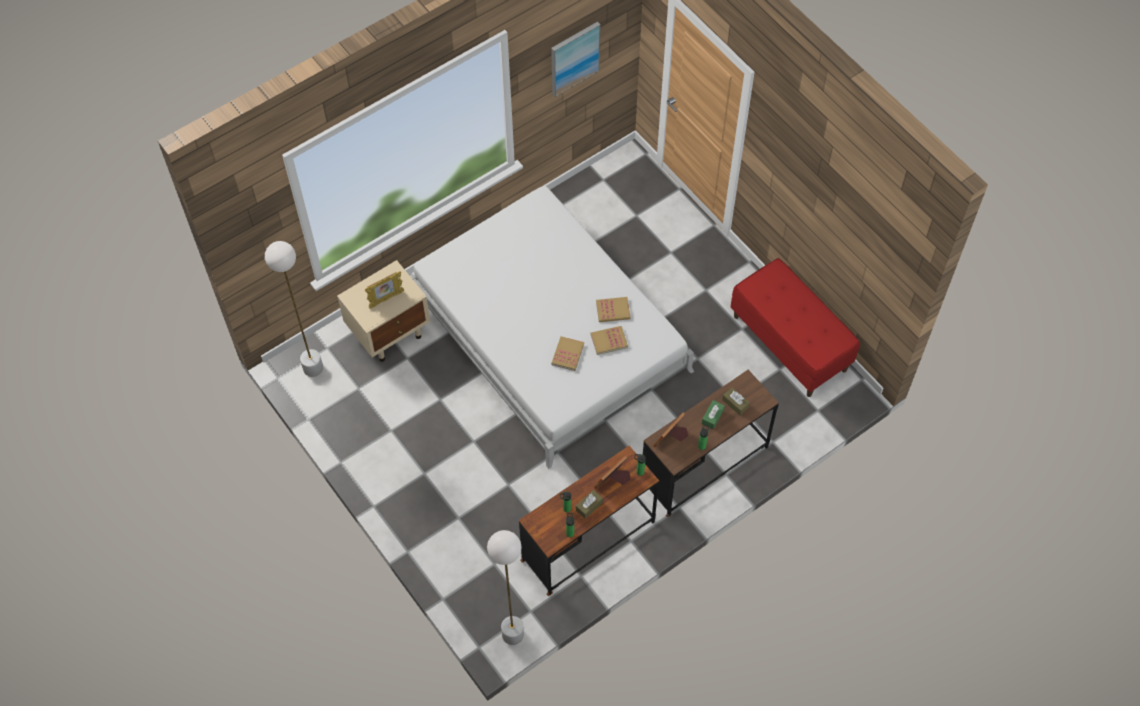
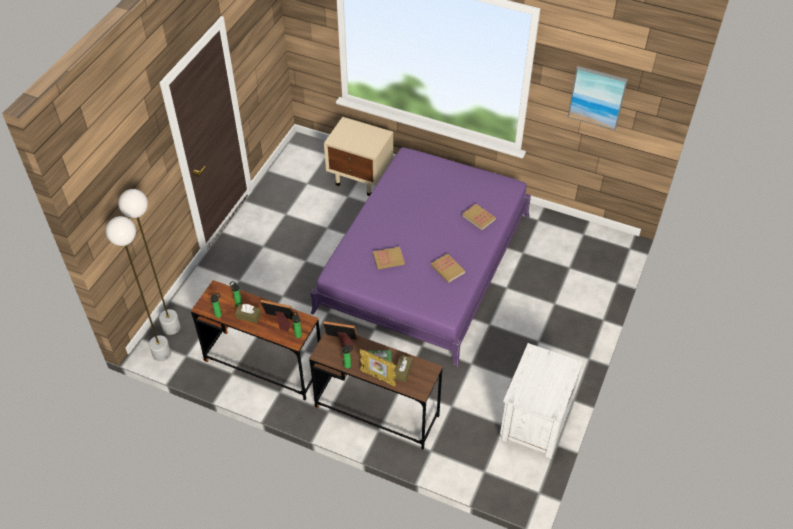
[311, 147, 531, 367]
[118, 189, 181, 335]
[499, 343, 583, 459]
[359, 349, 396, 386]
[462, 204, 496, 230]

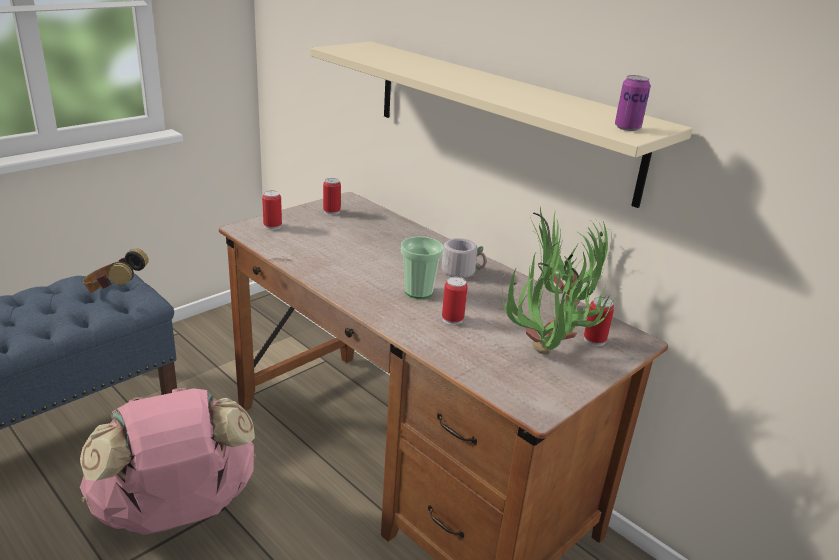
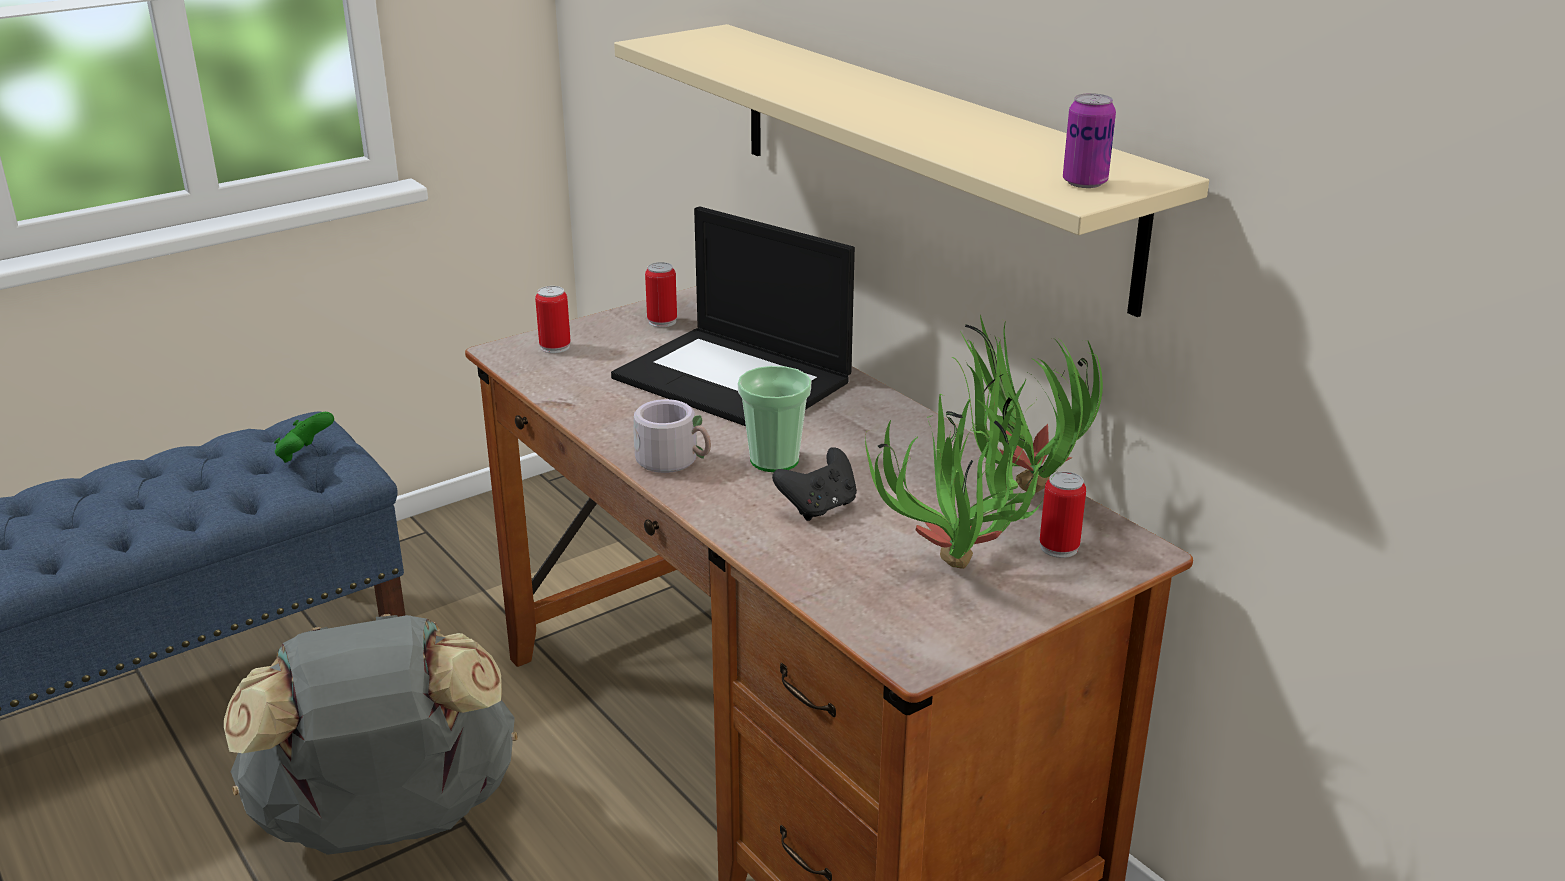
[633, 399, 711, 473]
[274, 412, 334, 463]
[772, 447, 857, 521]
[224, 614, 518, 855]
[611, 206, 855, 426]

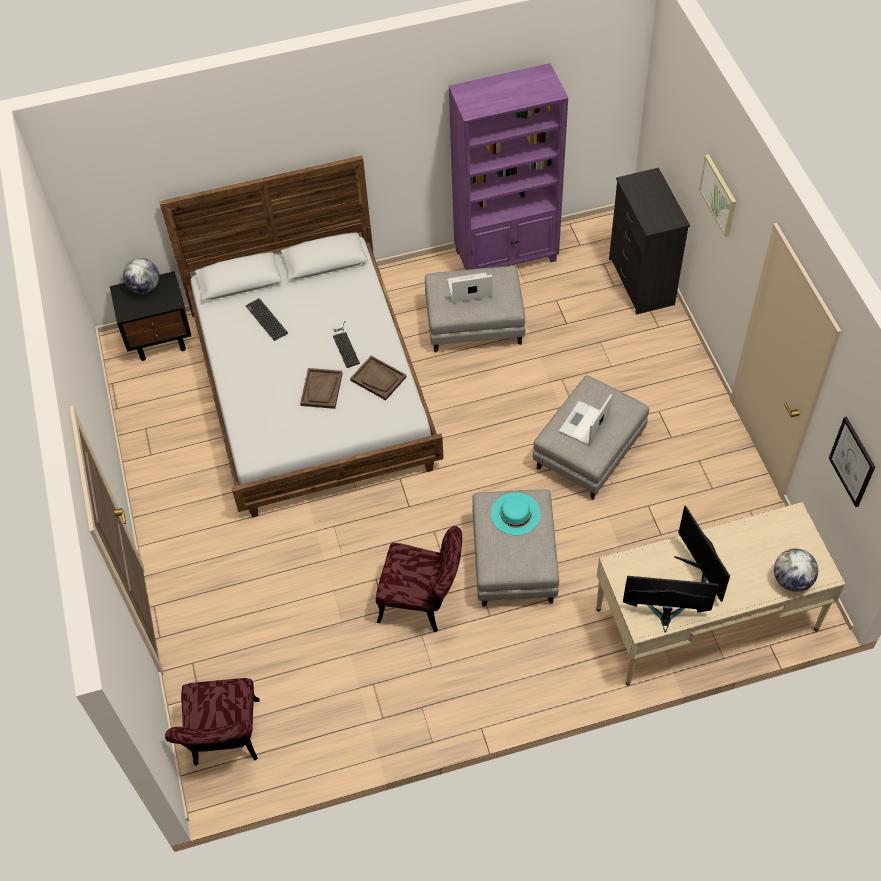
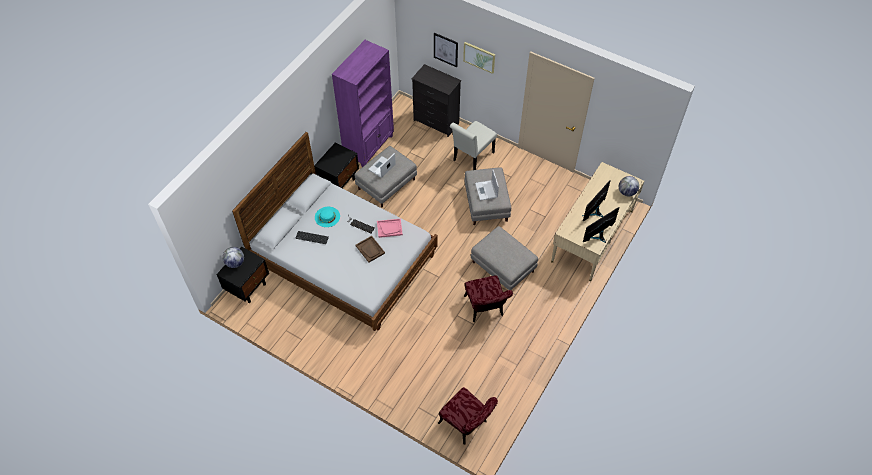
[377, 219, 403, 238]
[434, 33, 458, 67]
[315, 207, 340, 227]
[582, 180, 611, 221]
[464, 276, 513, 322]
[450, 121, 497, 170]
[314, 143, 359, 188]

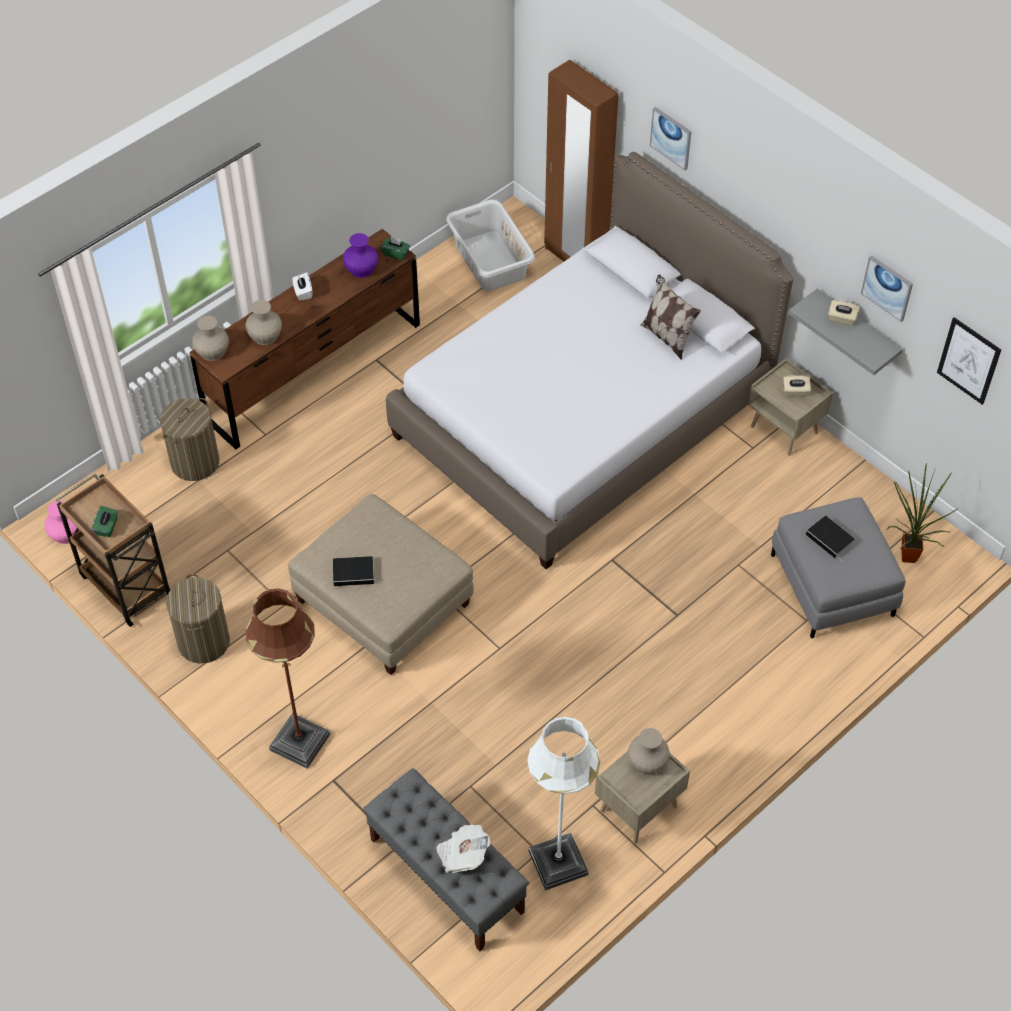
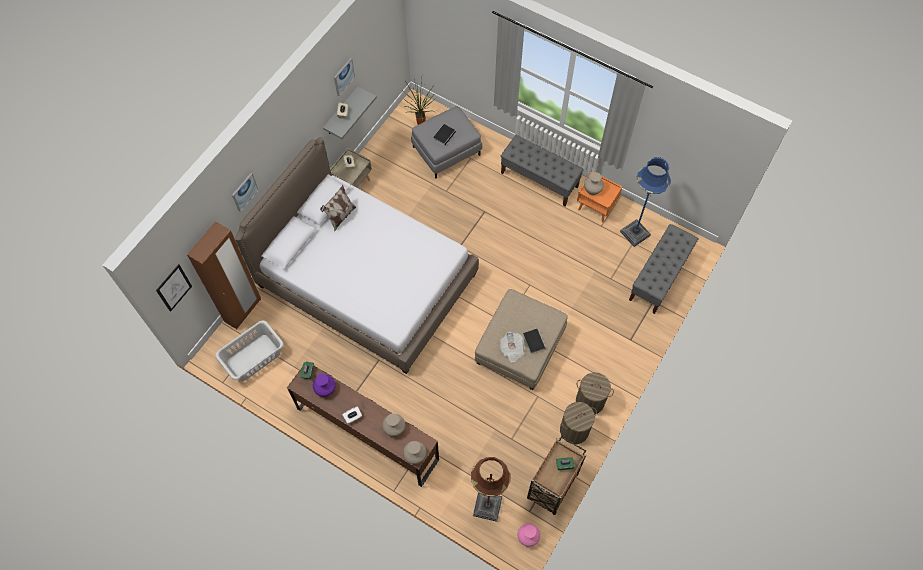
[156, 264, 192, 312]
[576, 372, 614, 414]
[471, 457, 510, 522]
[620, 157, 671, 247]
[577, 172, 622, 223]
[500, 331, 525, 363]
[501, 135, 584, 206]

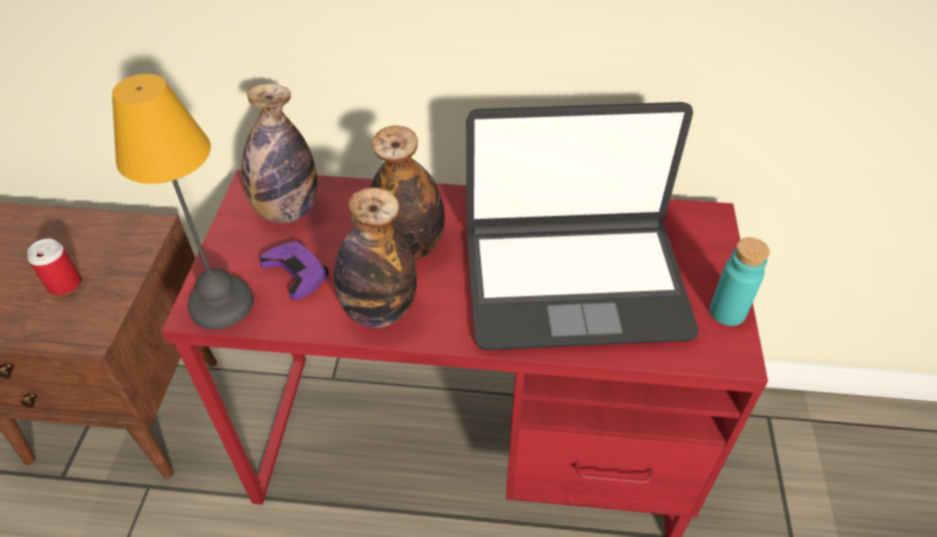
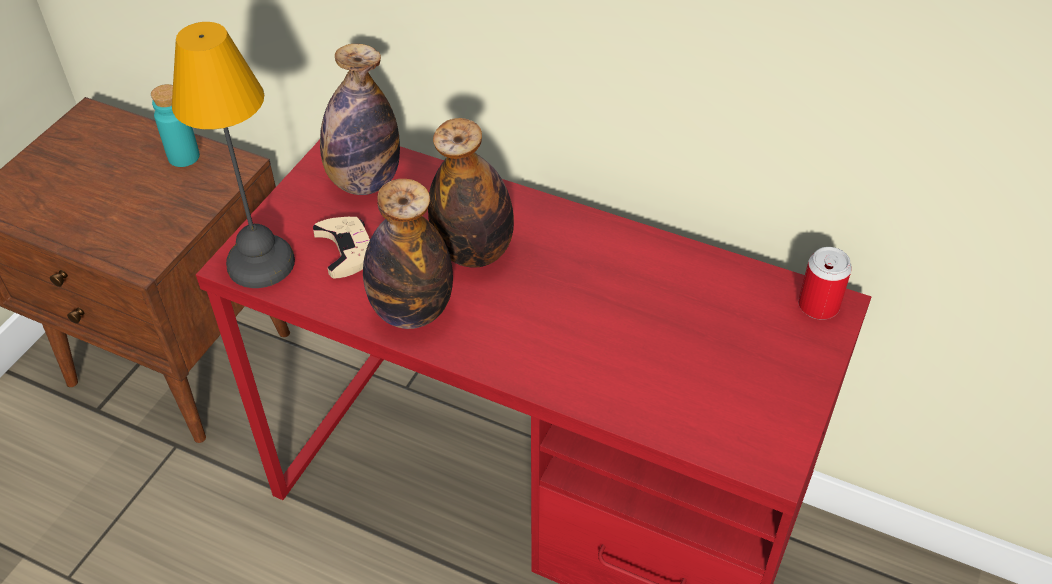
[466, 102, 699, 350] (first image)
[151, 84, 200, 167]
[798, 247, 852, 320]
[313, 217, 370, 278]

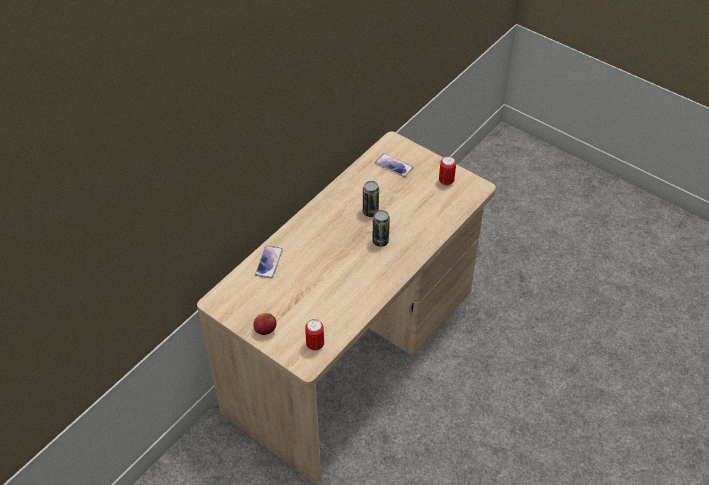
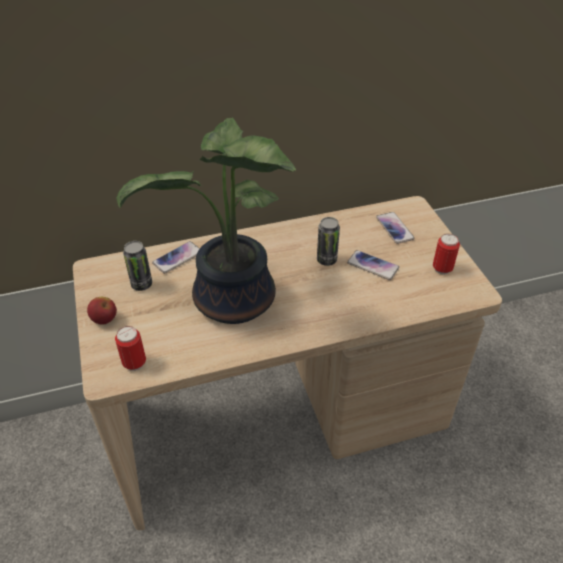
[123, 241, 152, 291]
[116, 117, 296, 324]
[347, 250, 399, 280]

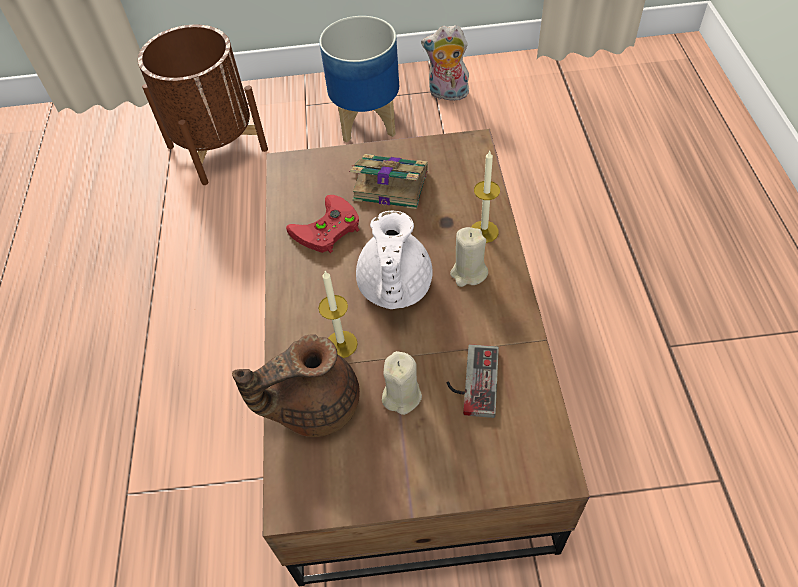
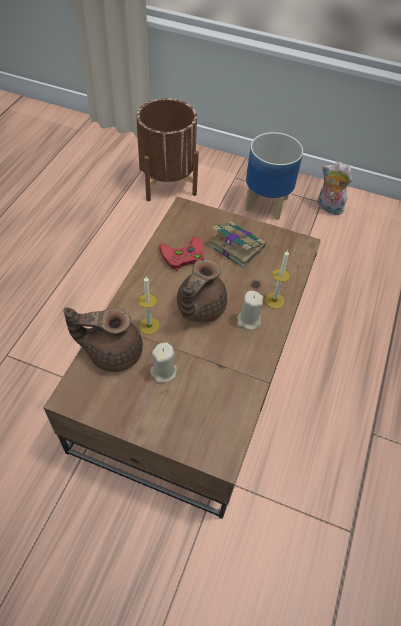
[177, 259, 227, 323]
[447, 344, 499, 418] (first image)

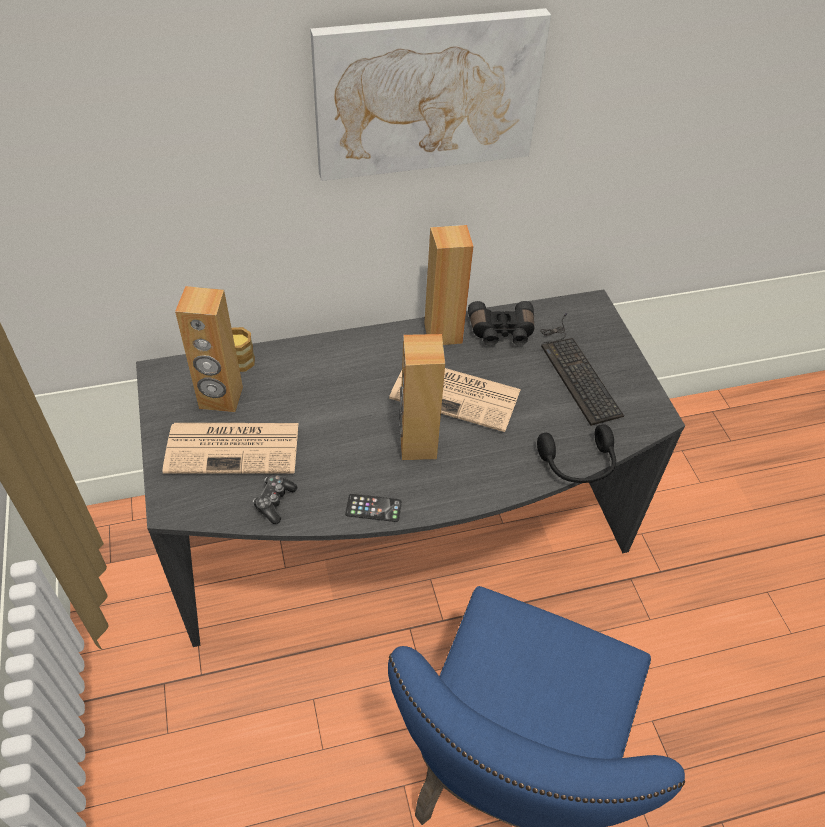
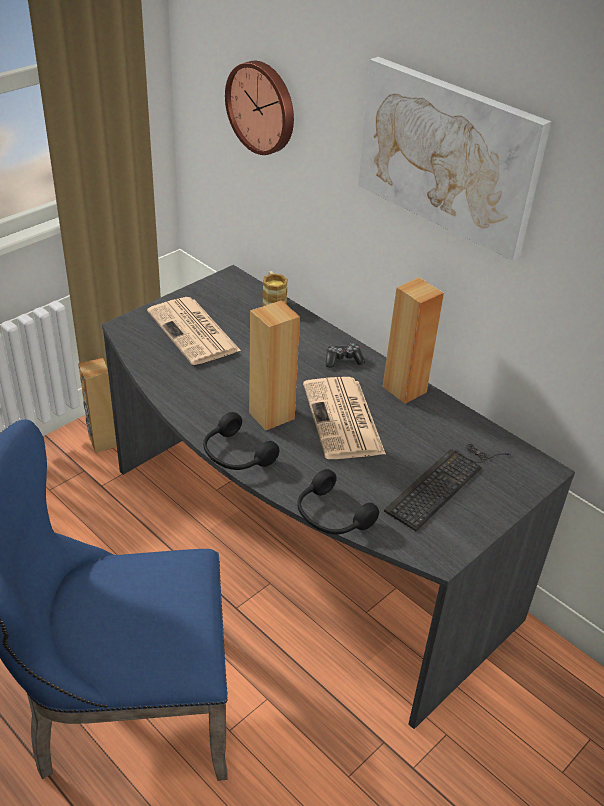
[78, 358, 117, 453]
[468, 301, 534, 346] (first image)
[326, 343, 365, 368]
[345, 494, 402, 522] (first image)
[225, 61, 294, 155]
[203, 412, 279, 470]

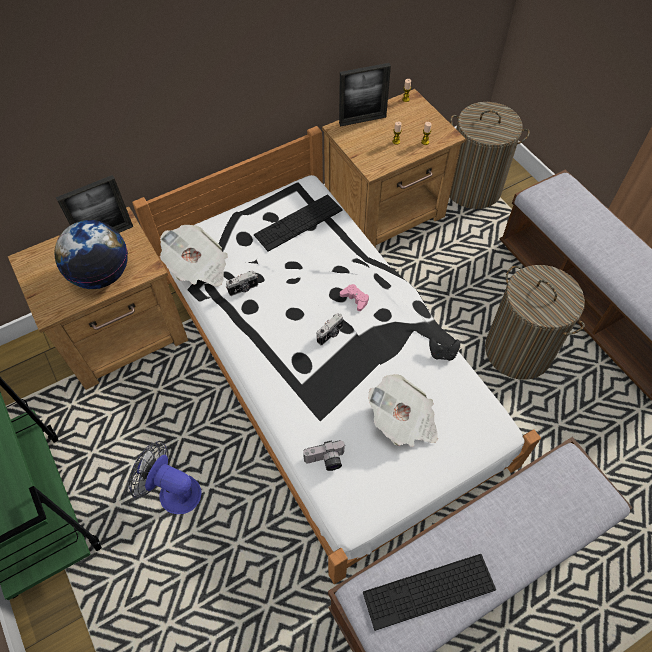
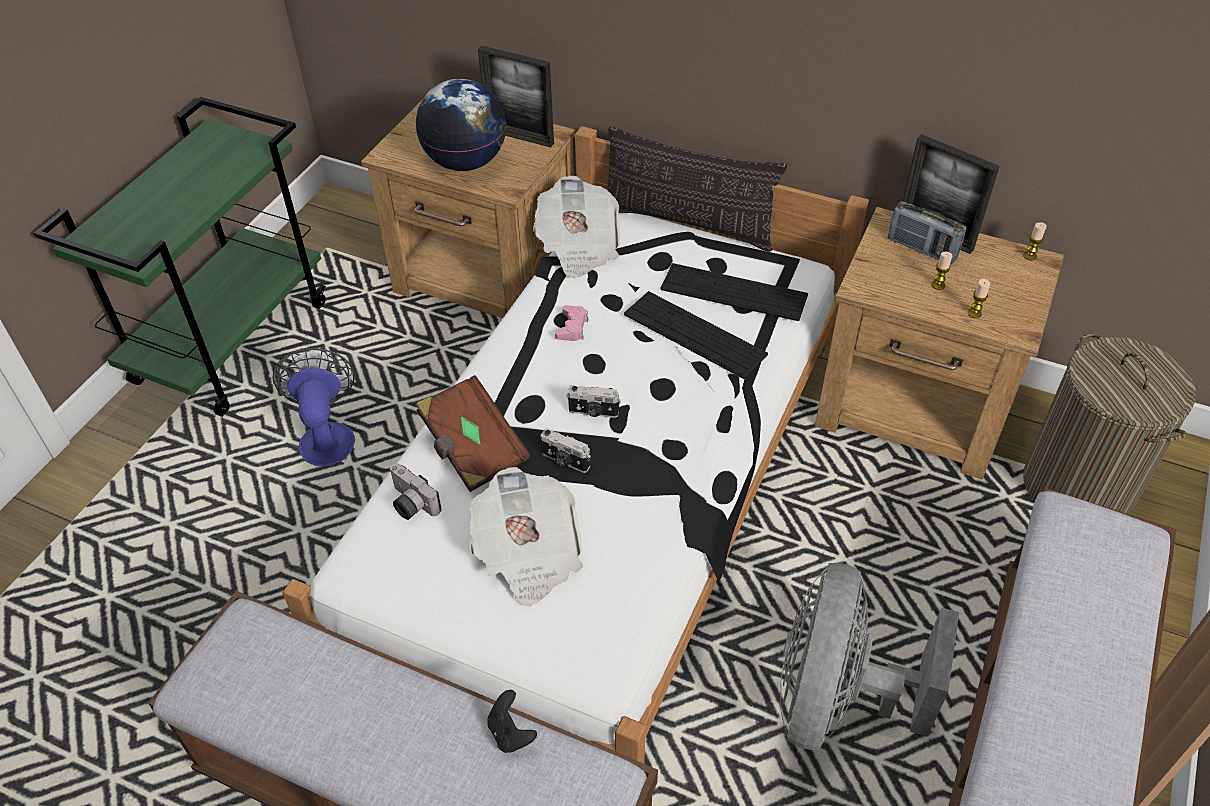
[780, 563, 959, 750]
[541, 429, 591, 473]
[555, 305, 589, 341]
[487, 690, 537, 753]
[624, 291, 768, 379]
[607, 126, 787, 252]
[888, 201, 967, 264]
[416, 375, 530, 492]

